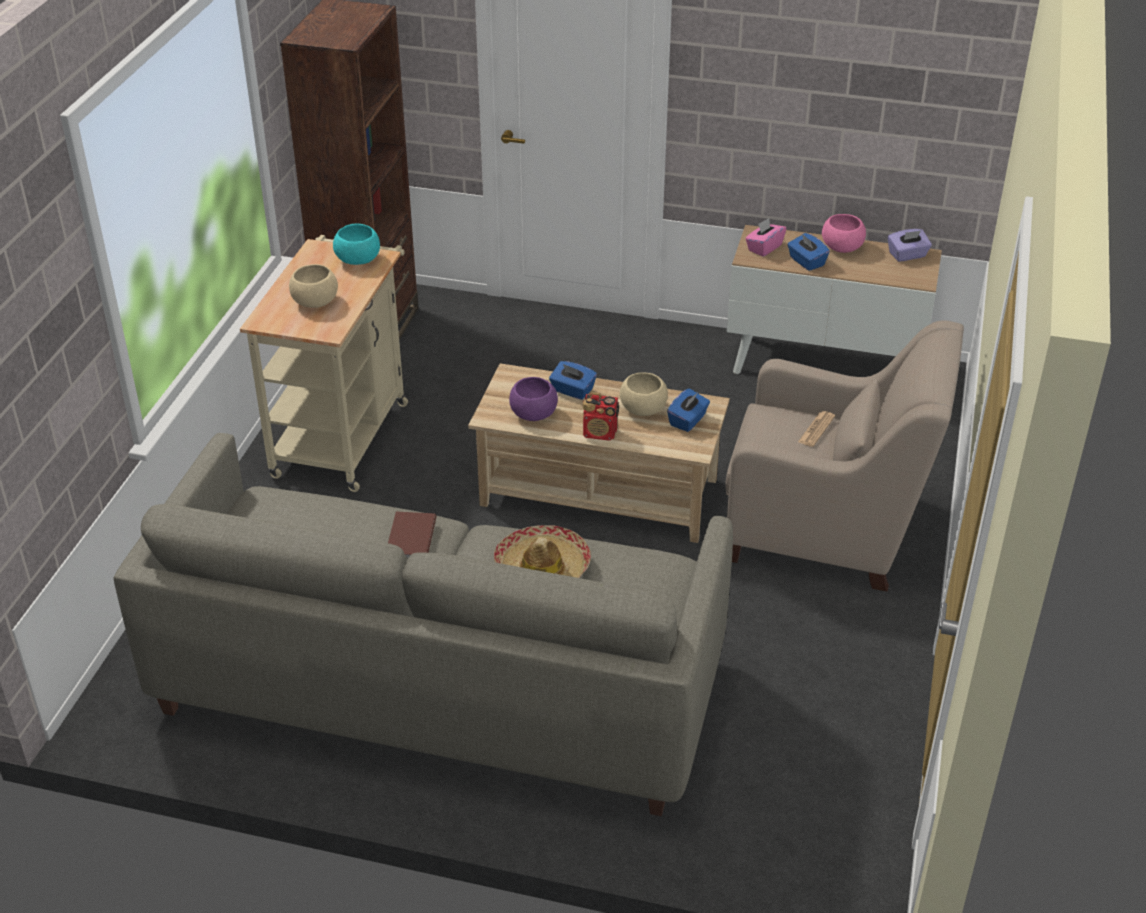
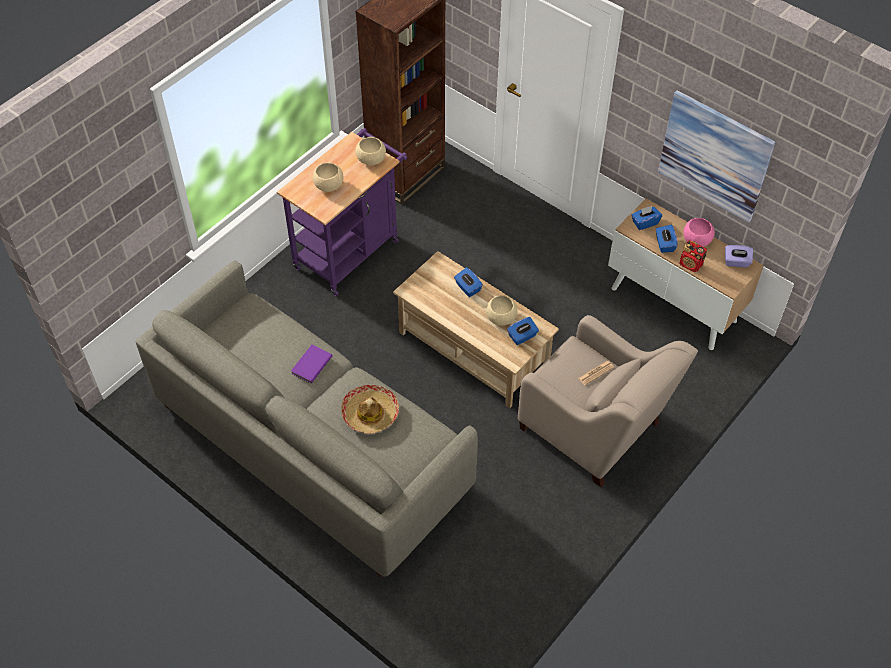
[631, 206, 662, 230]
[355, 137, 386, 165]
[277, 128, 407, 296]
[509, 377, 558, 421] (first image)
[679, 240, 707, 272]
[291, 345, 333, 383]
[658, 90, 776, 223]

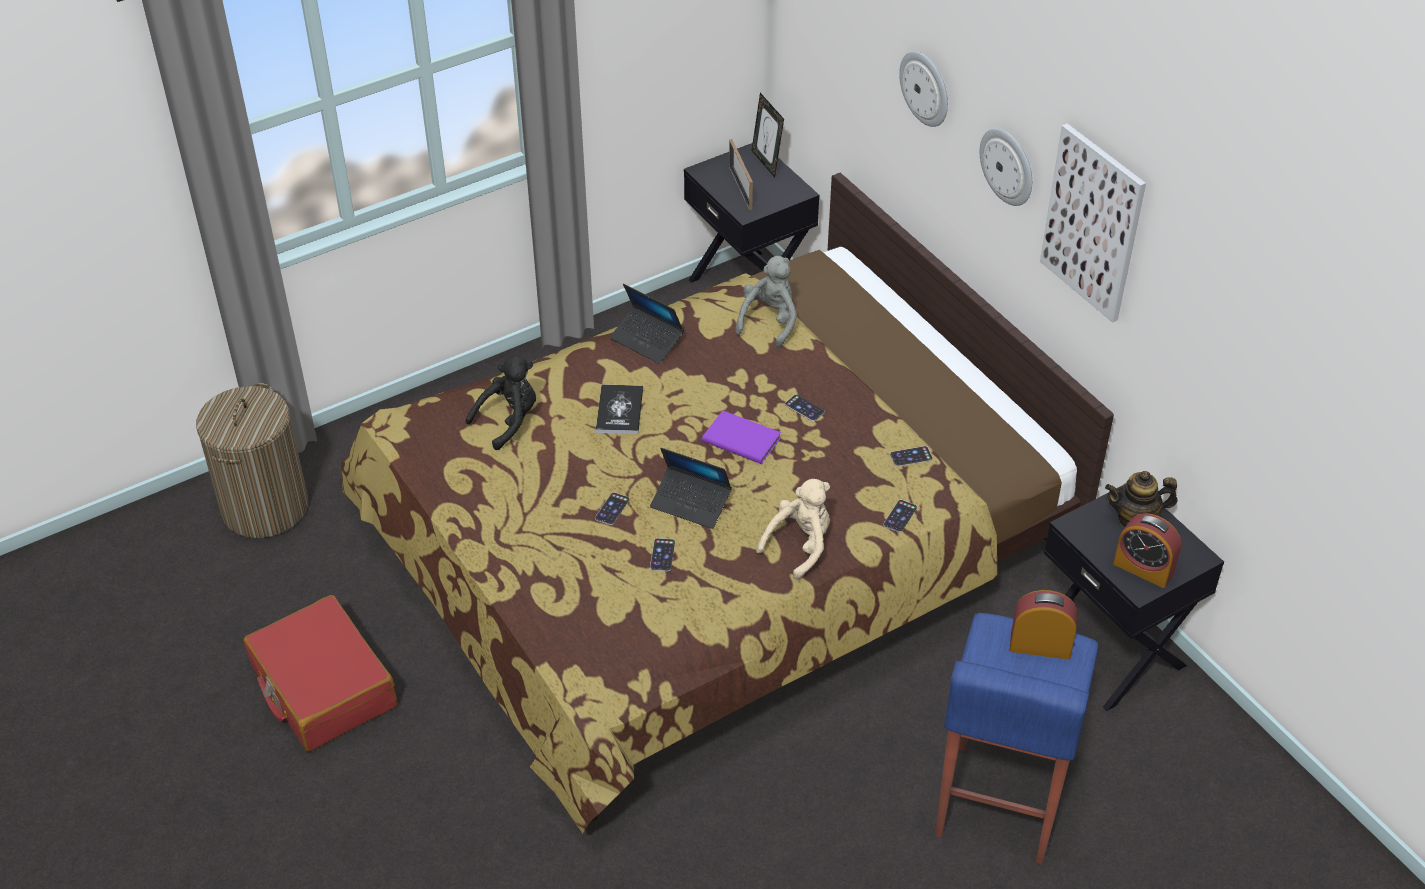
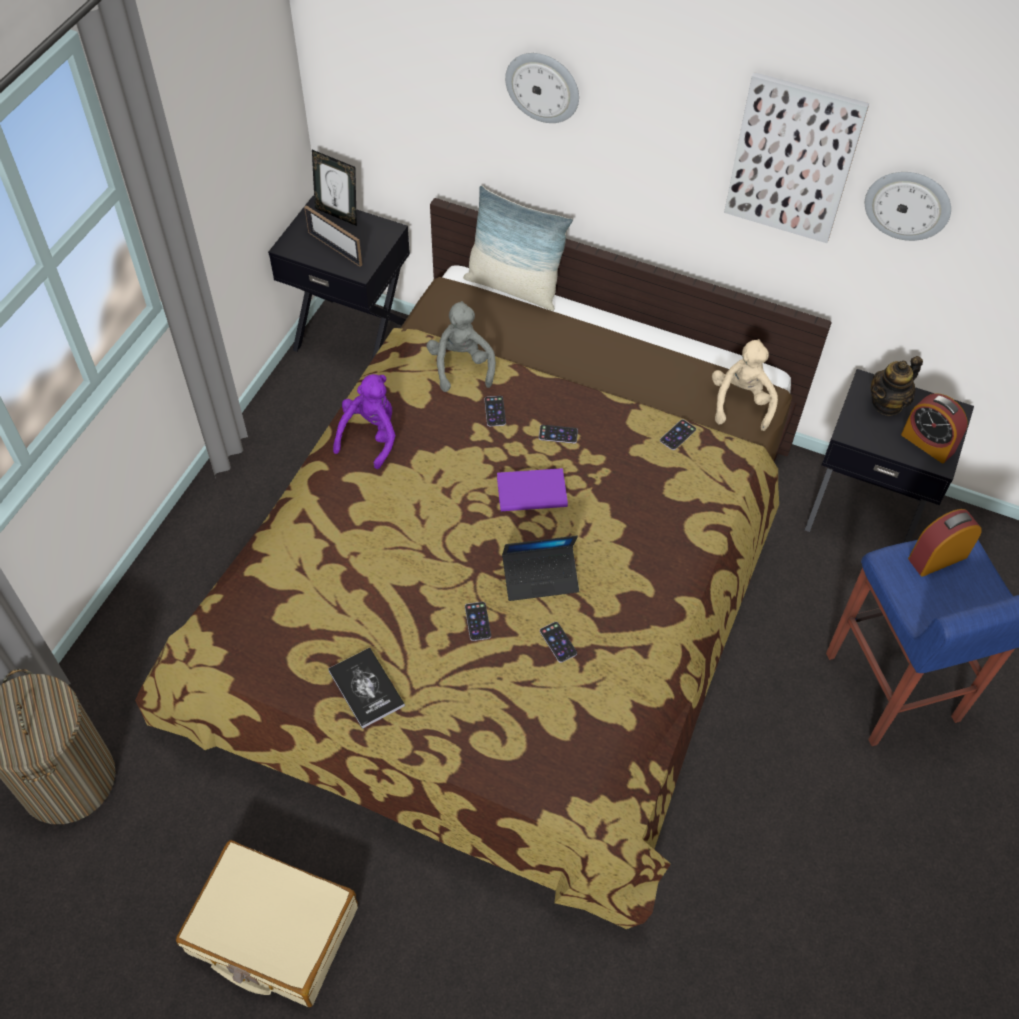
[865, 172, 951, 241]
[333, 374, 396, 469]
[465, 356, 536, 450] (first image)
[328, 647, 405, 729]
[712, 339, 778, 431]
[484, 396, 506, 426]
[901, 393, 968, 463]
[176, 840, 358, 1007]
[463, 185, 573, 311]

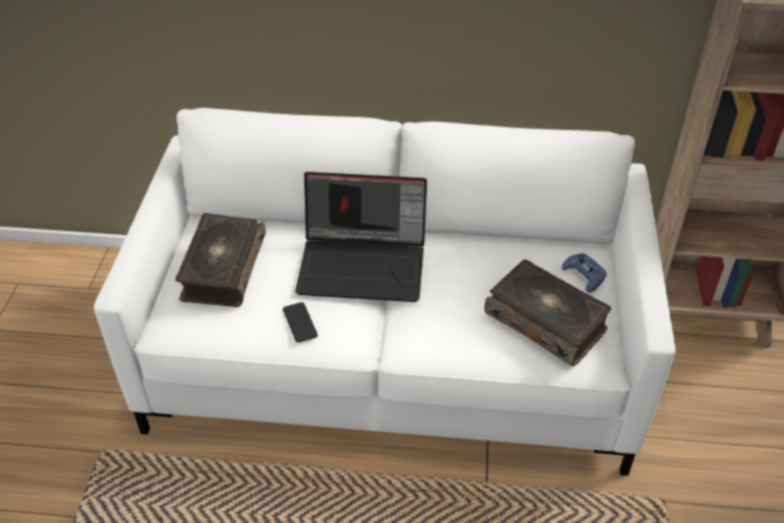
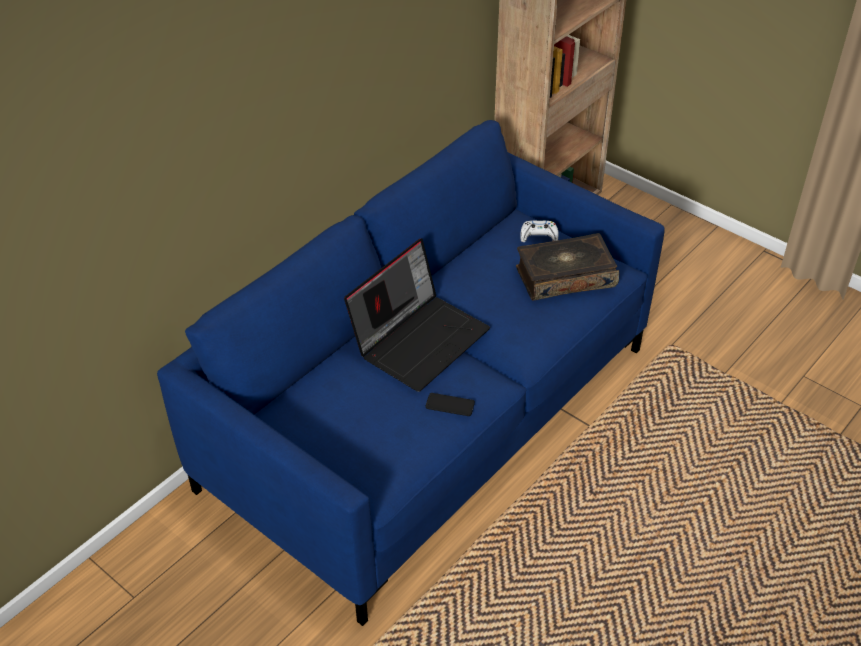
[157, 120, 665, 626]
[175, 213, 266, 307] (first image)
[520, 220, 559, 242]

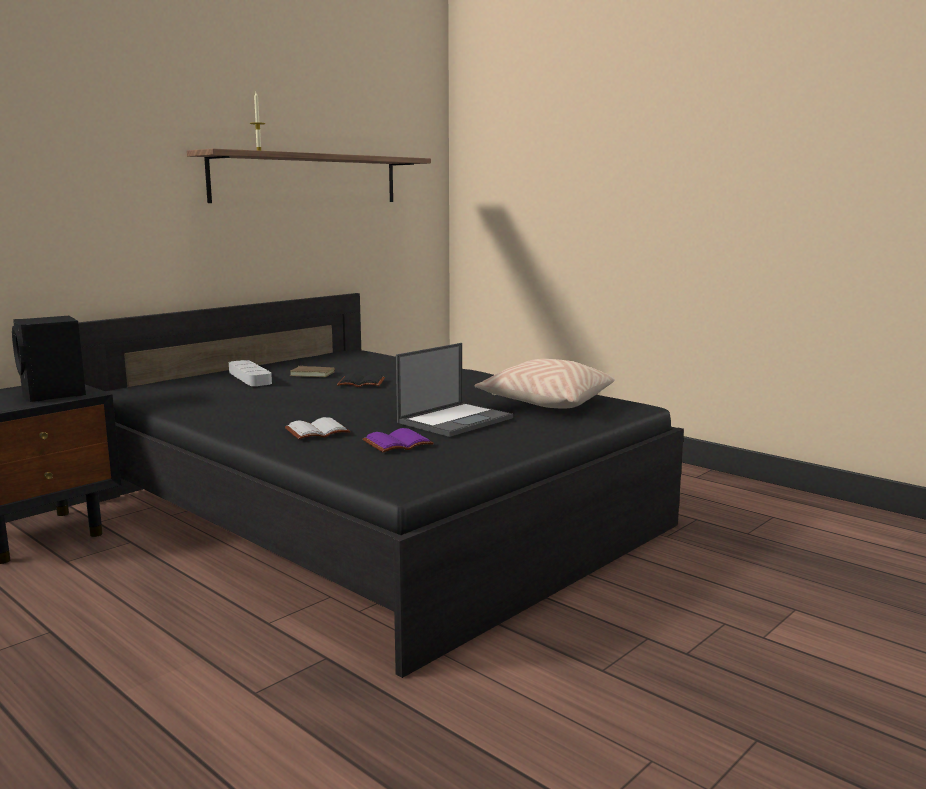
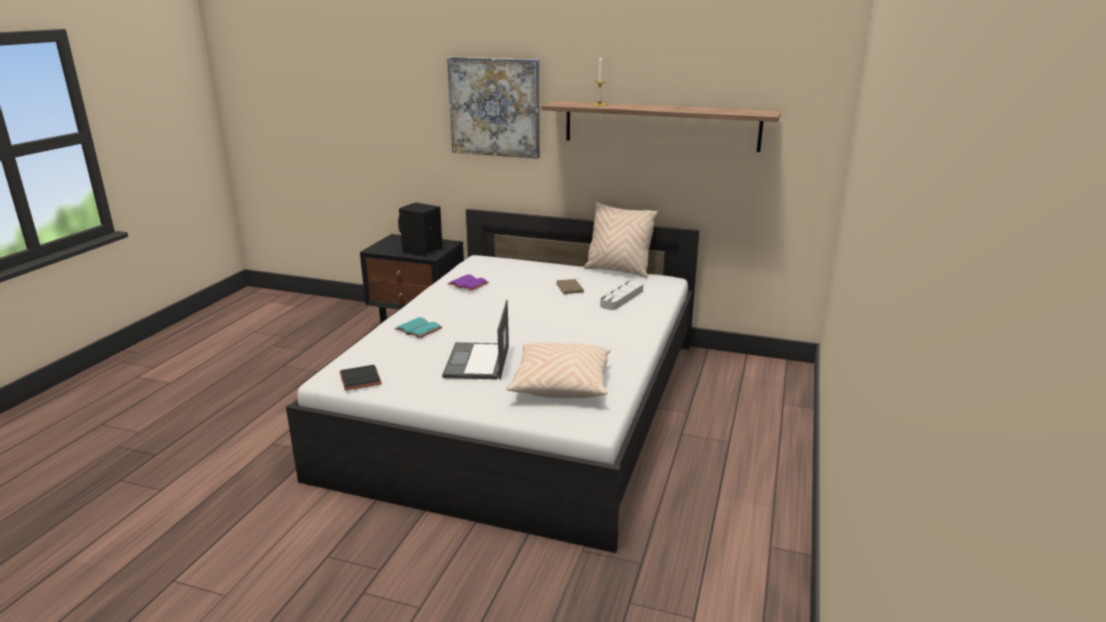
[286, 209, 699, 553]
[442, 300, 509, 380]
[600, 280, 643, 310]
[339, 365, 382, 391]
[395, 317, 442, 338]
[448, 275, 489, 291]
[447, 57, 540, 159]
[584, 202, 658, 278]

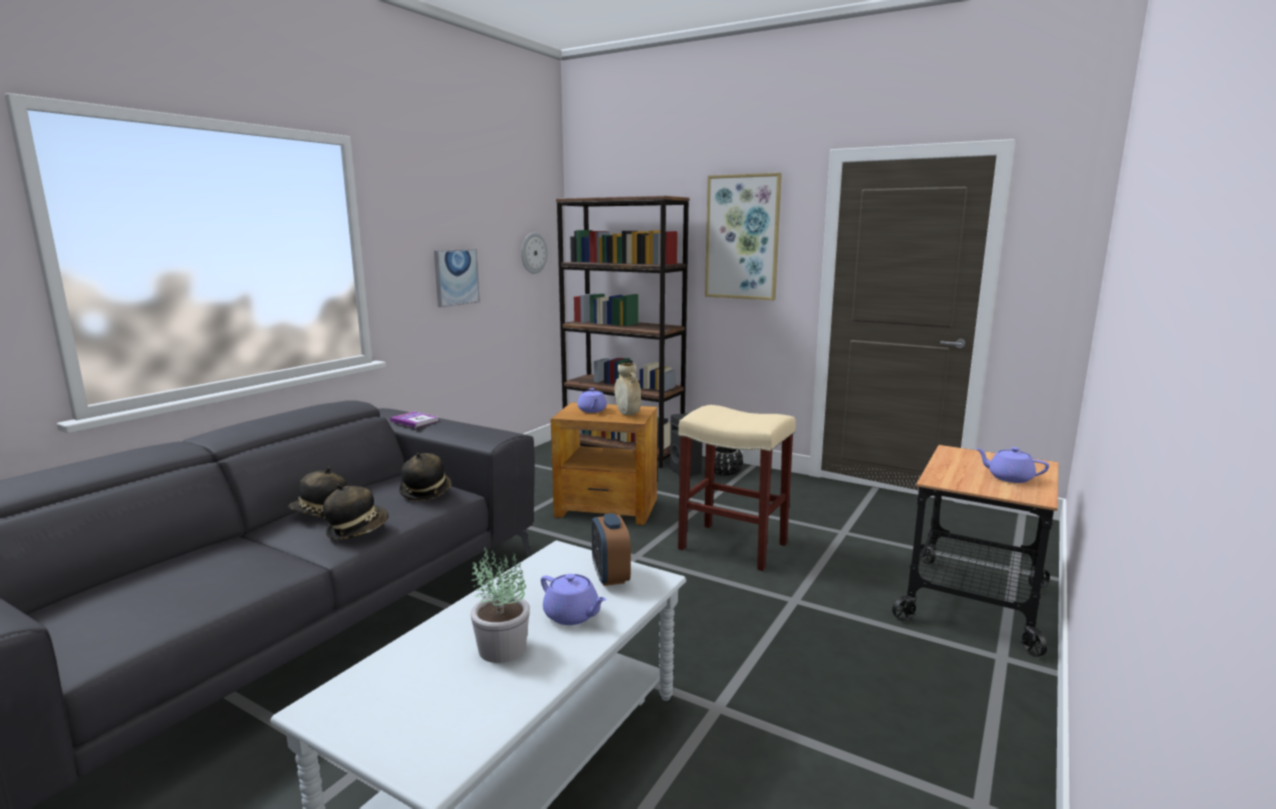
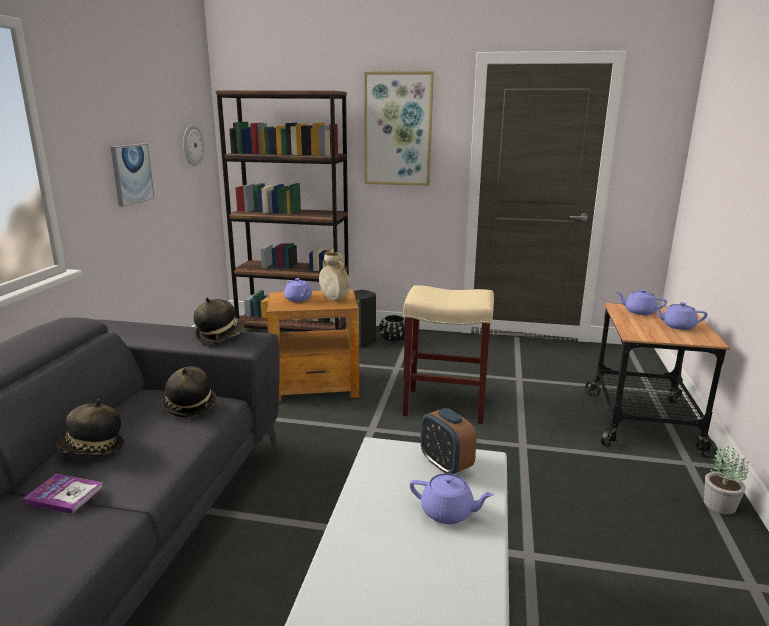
[23, 474, 104, 514]
[194, 298, 245, 343]
[704, 447, 749, 514]
[616, 289, 667, 315]

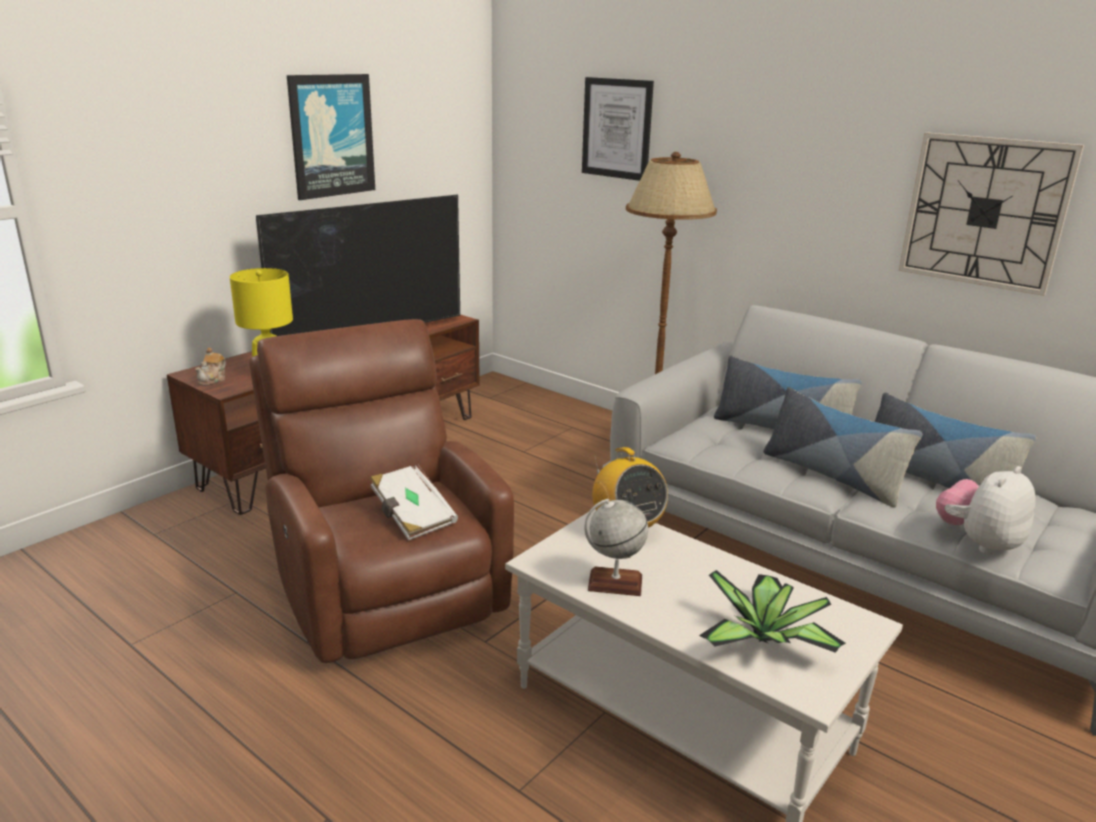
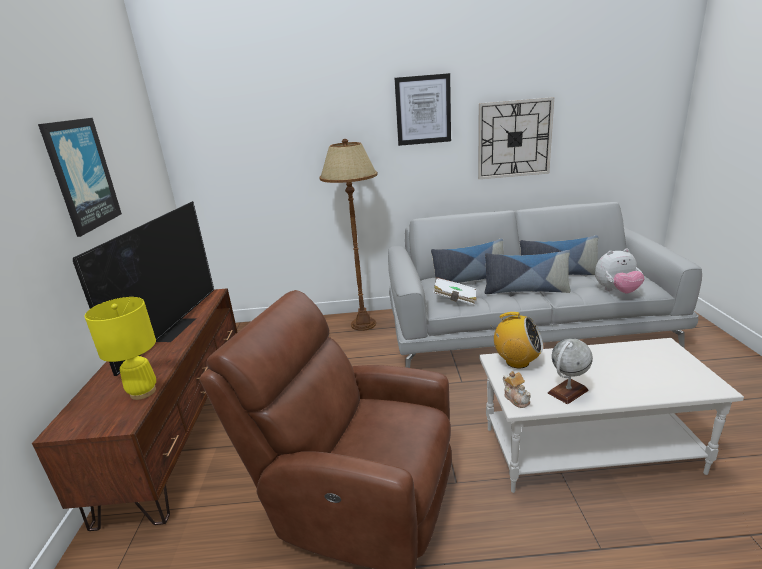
[395, 73, 451, 146]
[503, 371, 531, 408]
[433, 277, 477, 305]
[595, 249, 645, 293]
[699, 570, 846, 653] (first image)

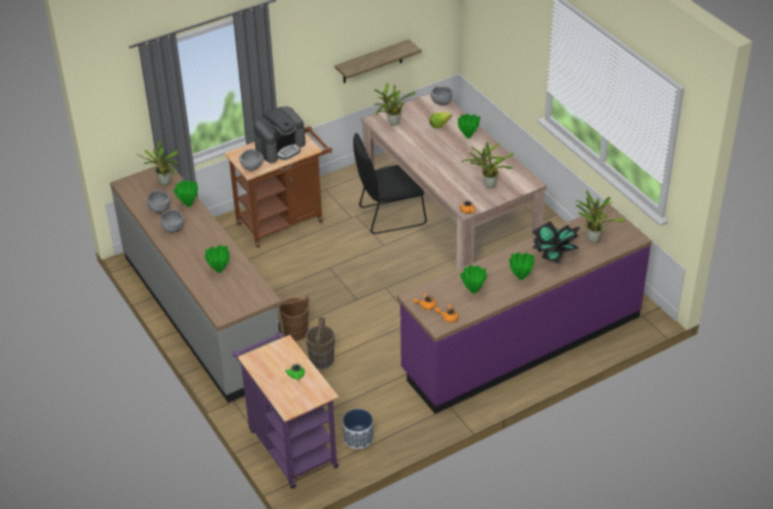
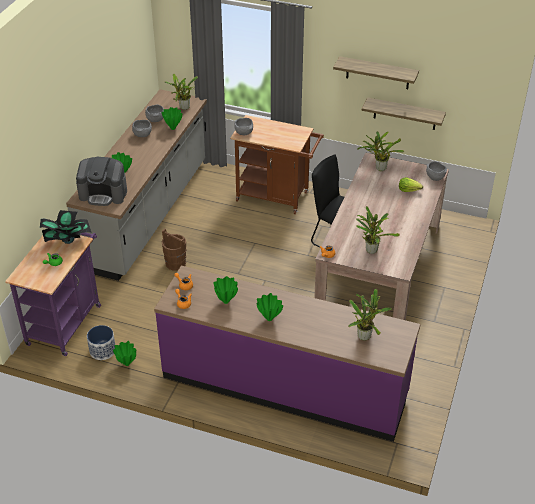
[76, 157, 127, 206]
[113, 341, 136, 366]
[40, 210, 92, 244]
[305, 317, 335, 369] (first image)
[333, 56, 419, 89]

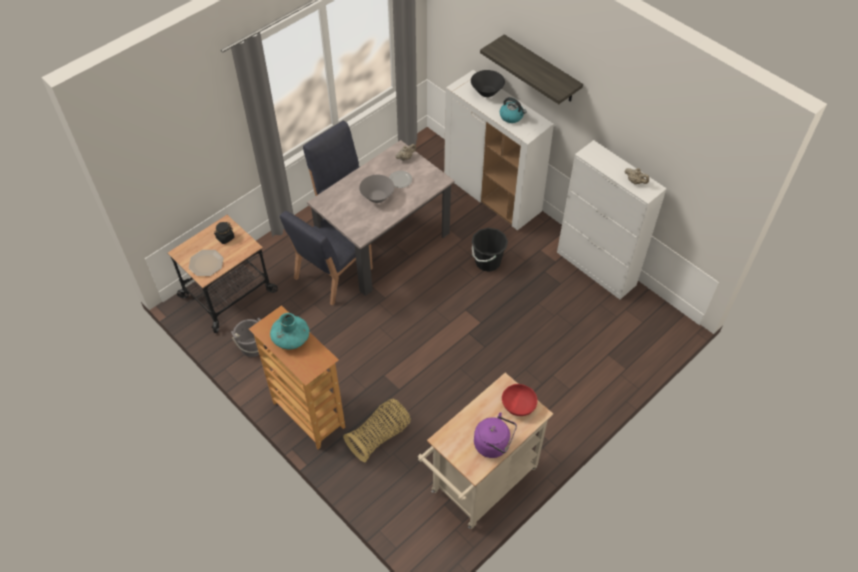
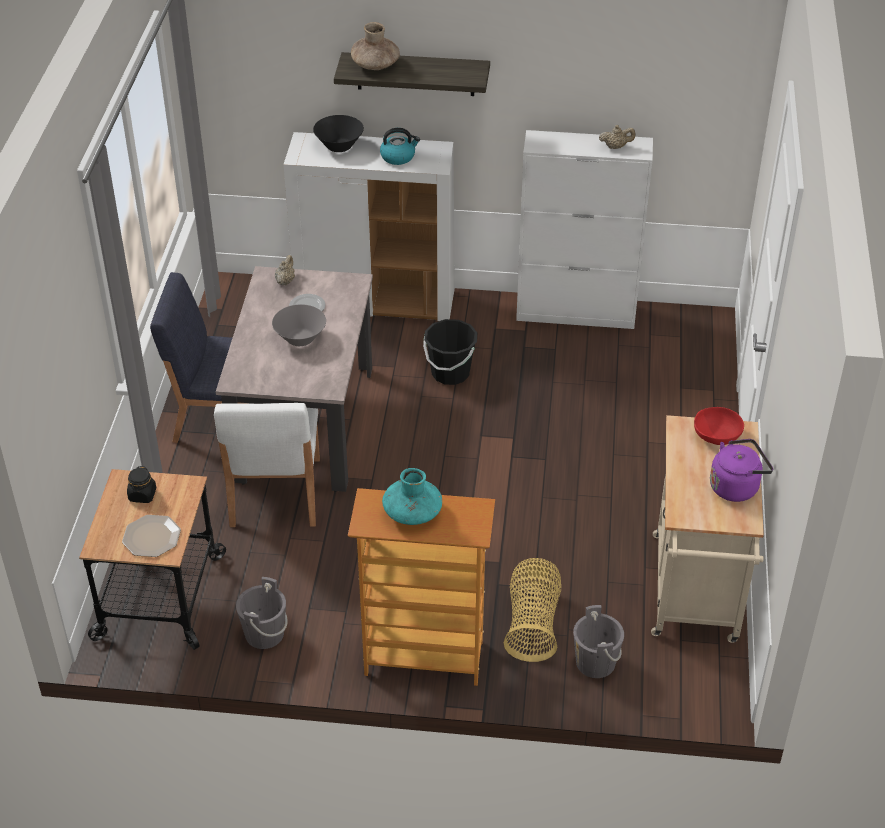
[214, 403, 320, 527]
[351, 22, 400, 70]
[573, 605, 624, 678]

